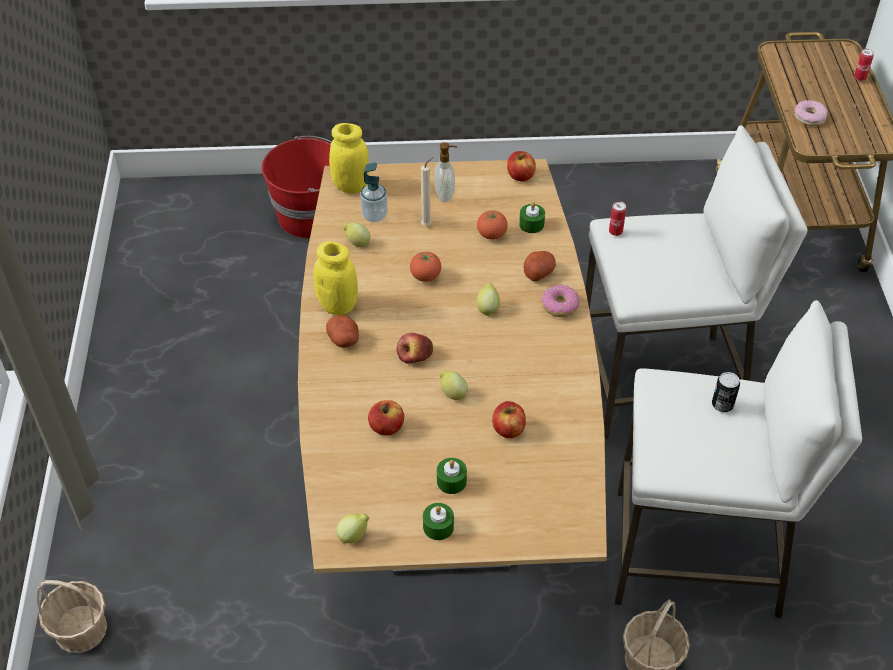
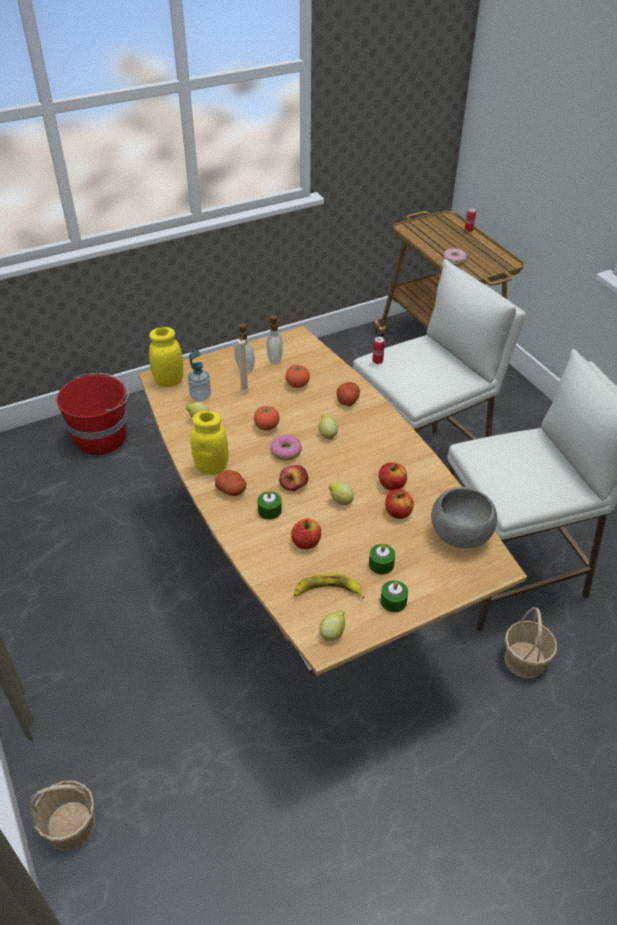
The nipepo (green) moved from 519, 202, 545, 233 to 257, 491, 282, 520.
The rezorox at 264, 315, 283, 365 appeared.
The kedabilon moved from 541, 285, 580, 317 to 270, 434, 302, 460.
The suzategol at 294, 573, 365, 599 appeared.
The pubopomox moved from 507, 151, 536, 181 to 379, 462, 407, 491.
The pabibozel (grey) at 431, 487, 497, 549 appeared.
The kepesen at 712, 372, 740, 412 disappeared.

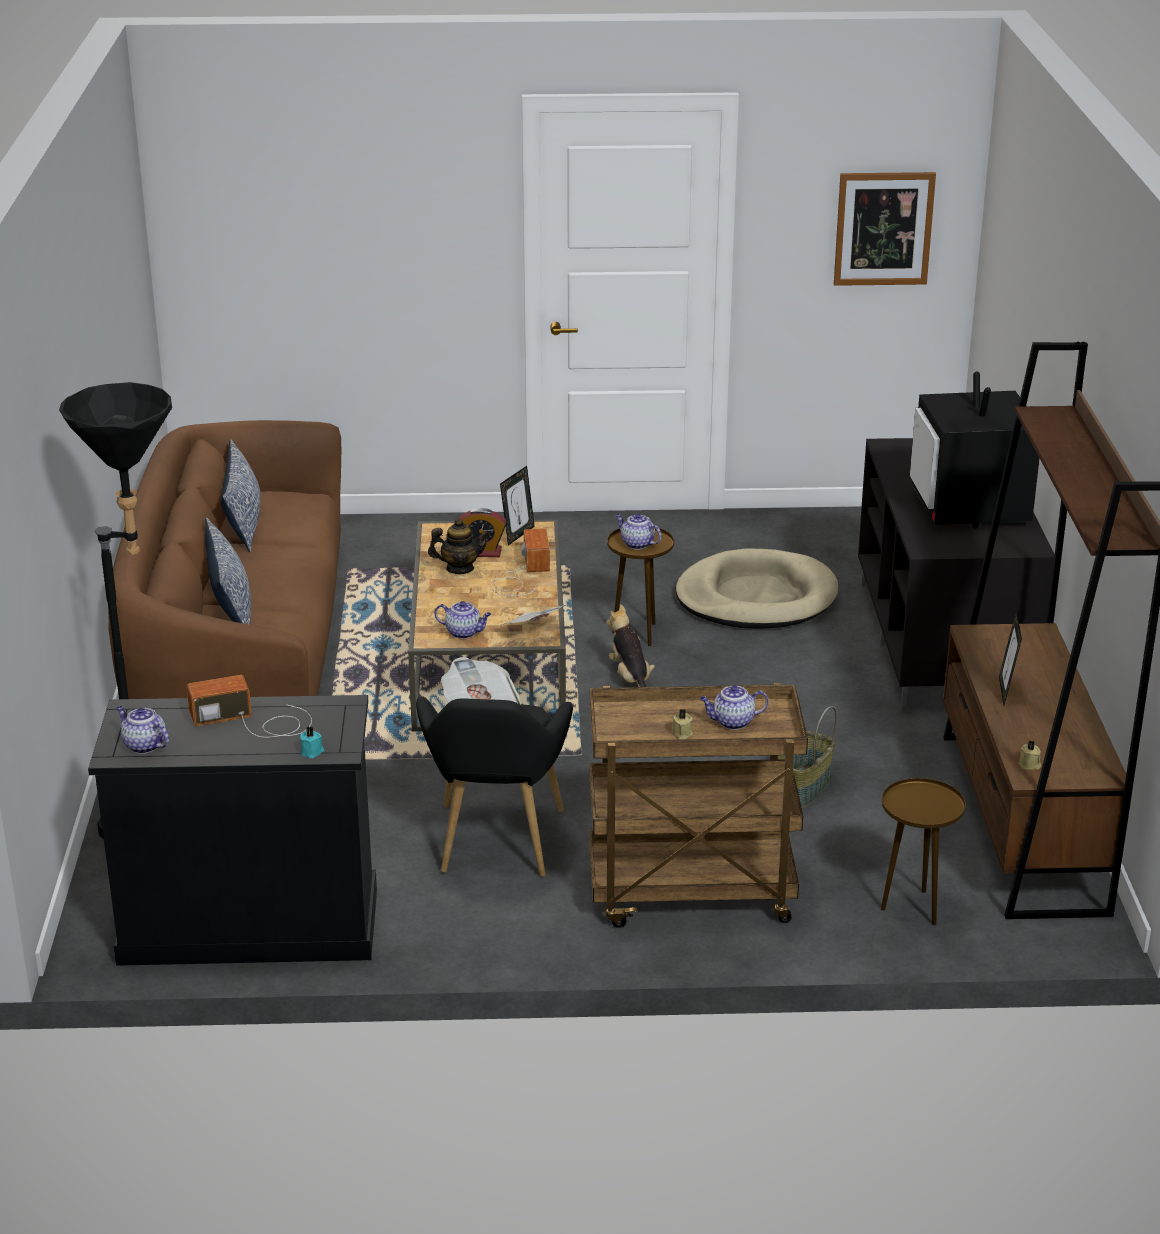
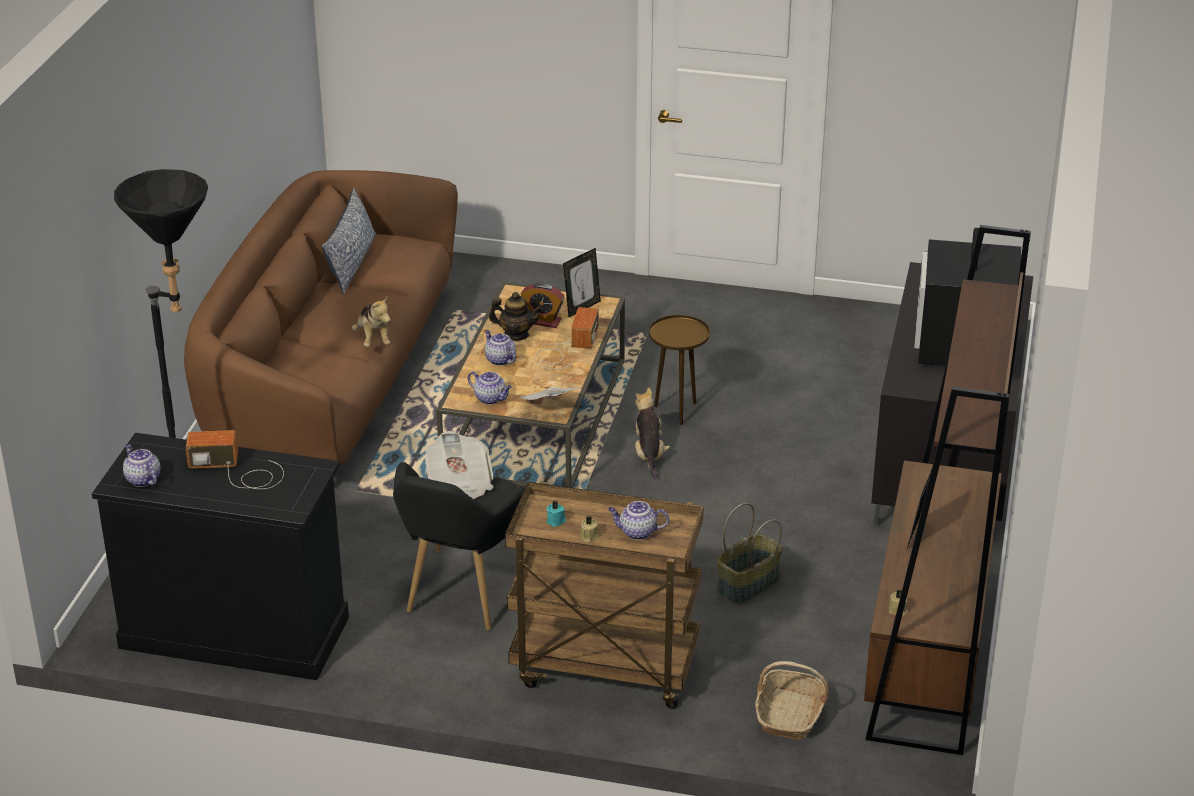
The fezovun at 352, 297, 391, 347 appeared.
The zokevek moved from 615, 514, 662, 550 to 485, 330, 516, 366.
The nipepo (turquoise) moved from 300, 726, 324, 758 to 547, 501, 566, 527.
The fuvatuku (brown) at 881, 778, 966, 925 was replaced by the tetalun at 755, 661, 829, 740.
The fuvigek at 205, 517, 251, 624 disappeared.
The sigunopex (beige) at 676, 549, 838, 629 disappeared.
The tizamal at 834, 172, 936, 286 disappeared.

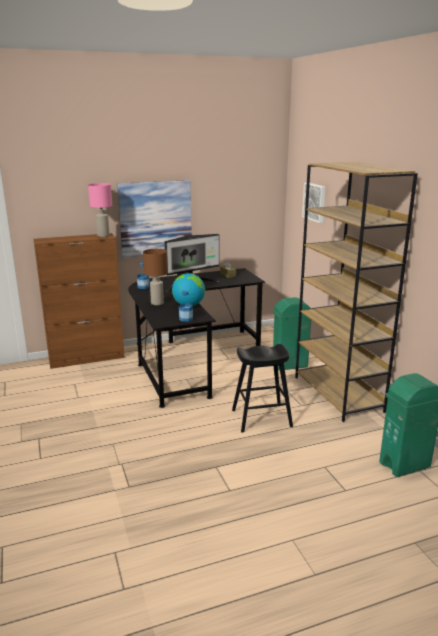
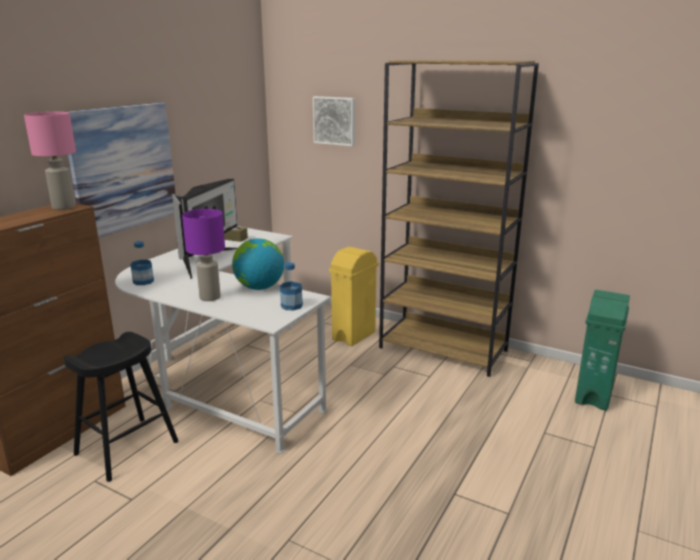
The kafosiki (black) moved from 232, 344, 293, 433 to 63, 332, 178, 482.
The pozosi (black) at 128, 268, 265, 408 became the pozosi (white) at 115, 226, 331, 454.
The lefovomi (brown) at 143, 249, 168, 305 became the lefovomi (purple) at 182, 209, 225, 301.
The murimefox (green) at 273, 297, 311, 371 became the murimefox (yellow) at 329, 247, 379, 346.

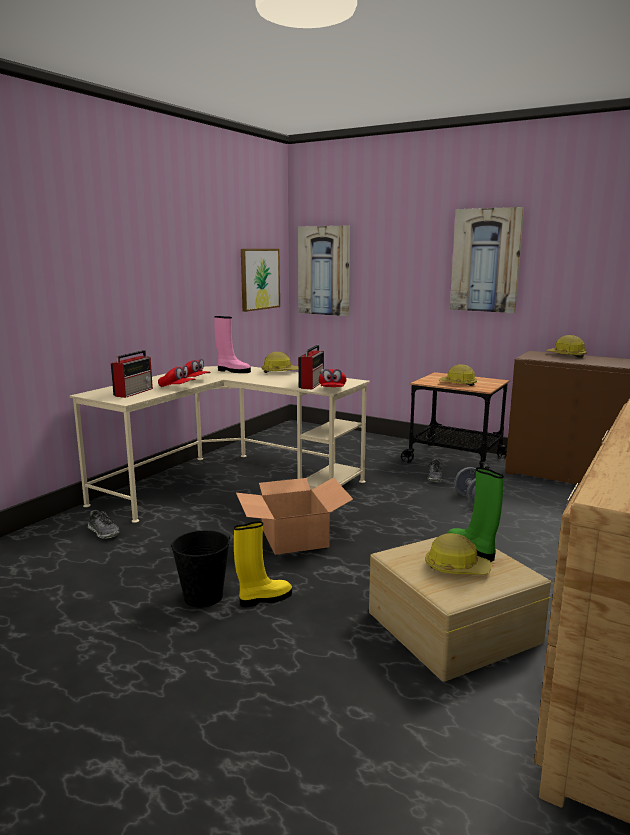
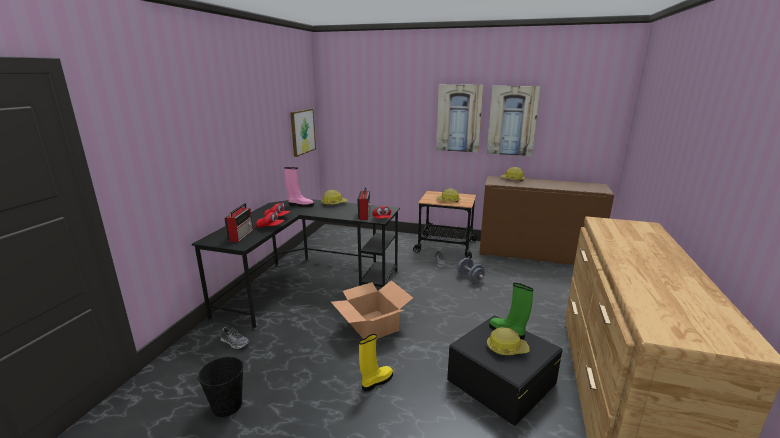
The pozosi (beige) at 69, 366, 370, 523 became the pozosi (black) at 192, 199, 400, 330.
The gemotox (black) moved from 171, 530, 230, 607 to 197, 357, 244, 417.
The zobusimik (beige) at 369, 537, 551, 682 became the zobusimik (black) at 447, 315, 562, 426.
The tizamal moved from 298, 226, 350, 316 to 487, 86, 541, 156.

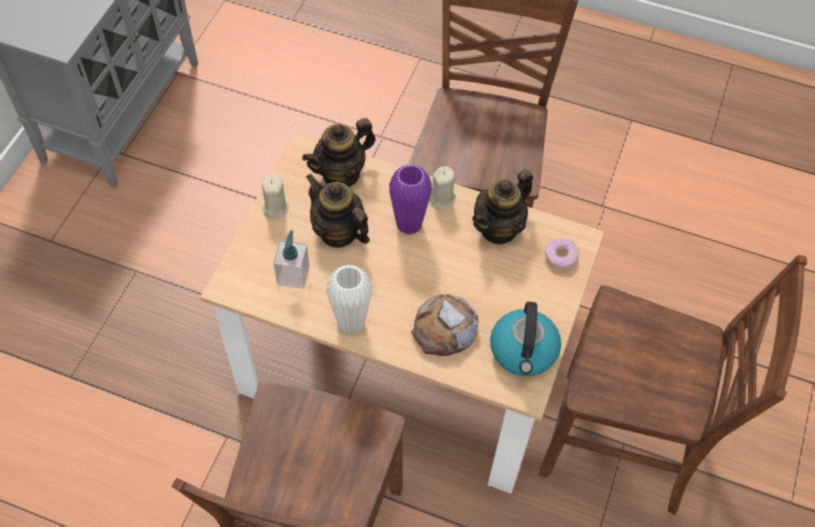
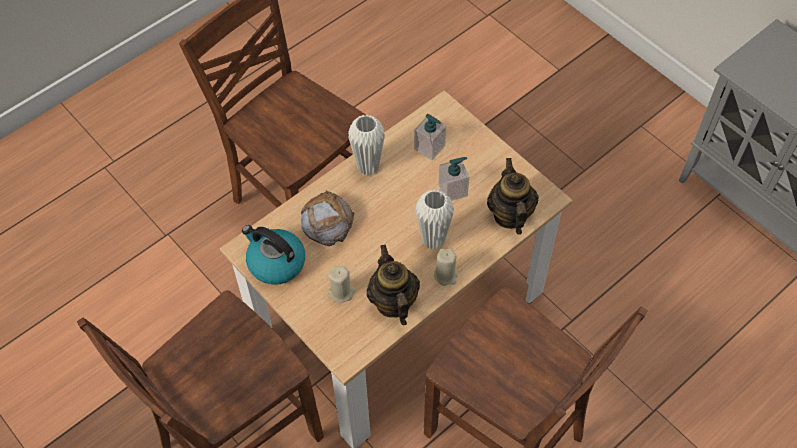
The nipepo (beige) moved from 262, 175, 289, 219 to 328, 266, 355, 303.
The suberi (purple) at 389, 164, 432, 235 became the suberi (white) at 415, 189, 454, 249.
The zokevek at 306, 174, 370, 248 was replaced by the rezorox at 438, 157, 469, 201.
The kedabilon at 545, 238, 579, 269 disappeared.

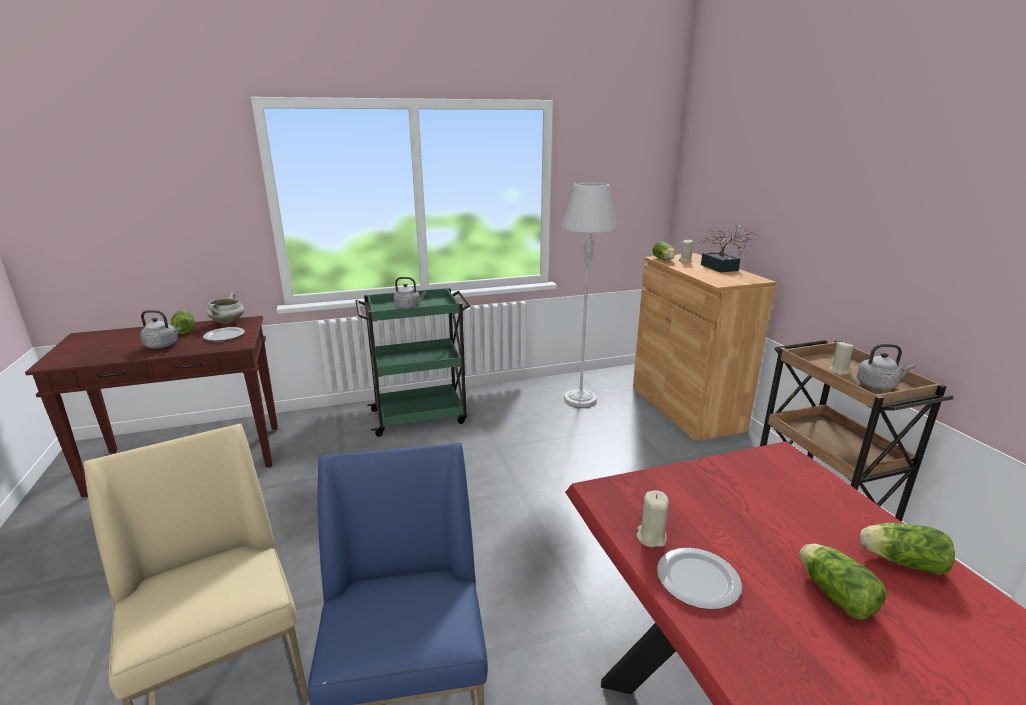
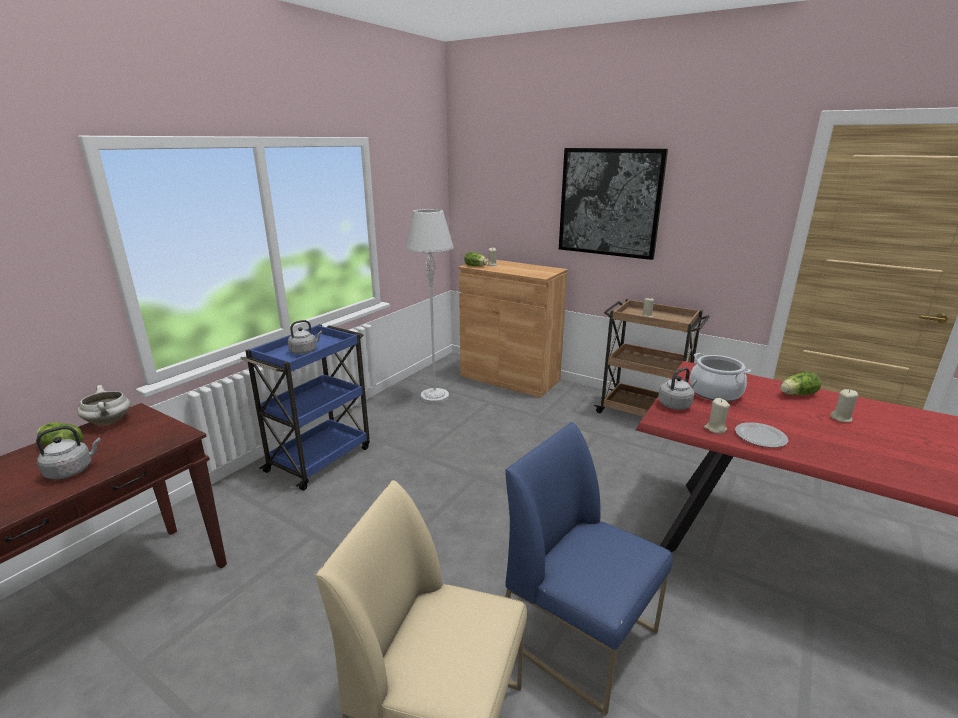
The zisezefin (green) at 356, 288, 470, 437 became the zisezefin (blue) at 240, 324, 370, 491.
The tizamal at 559, 148, 668, 260 appeared.
The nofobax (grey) moved from 857, 344, 915, 390 to 658, 367, 697, 410.
The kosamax at 690, 353, 751, 402 appeared.
The nipepo (beige) at 830, 389, 858, 422 appeared.
The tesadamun at 203, 327, 245, 341 disappeared.
The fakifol at 697, 225, 756, 272 disappeared.
The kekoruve at 800, 544, 887, 620 disappeared.

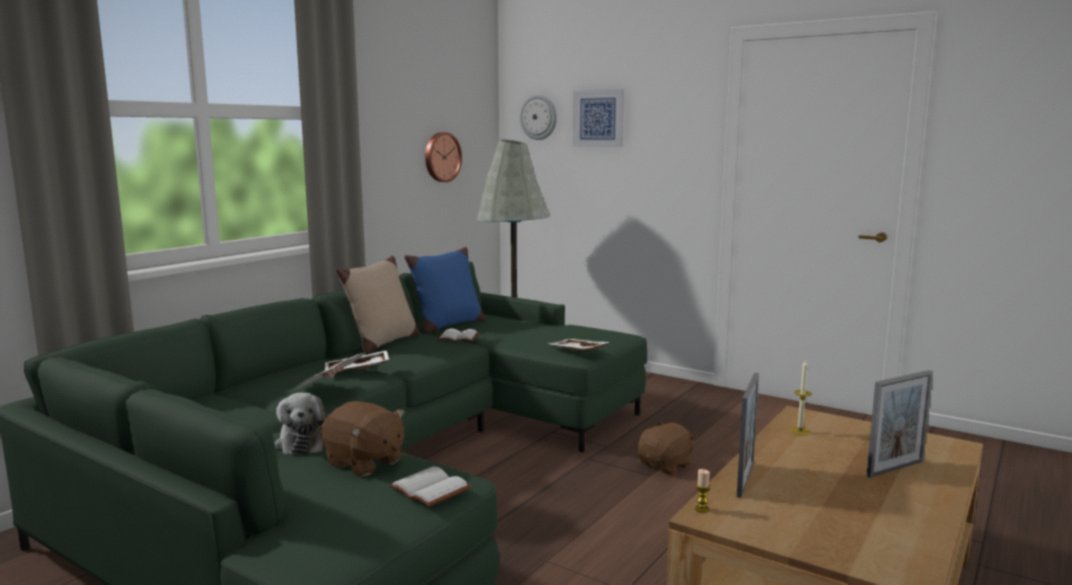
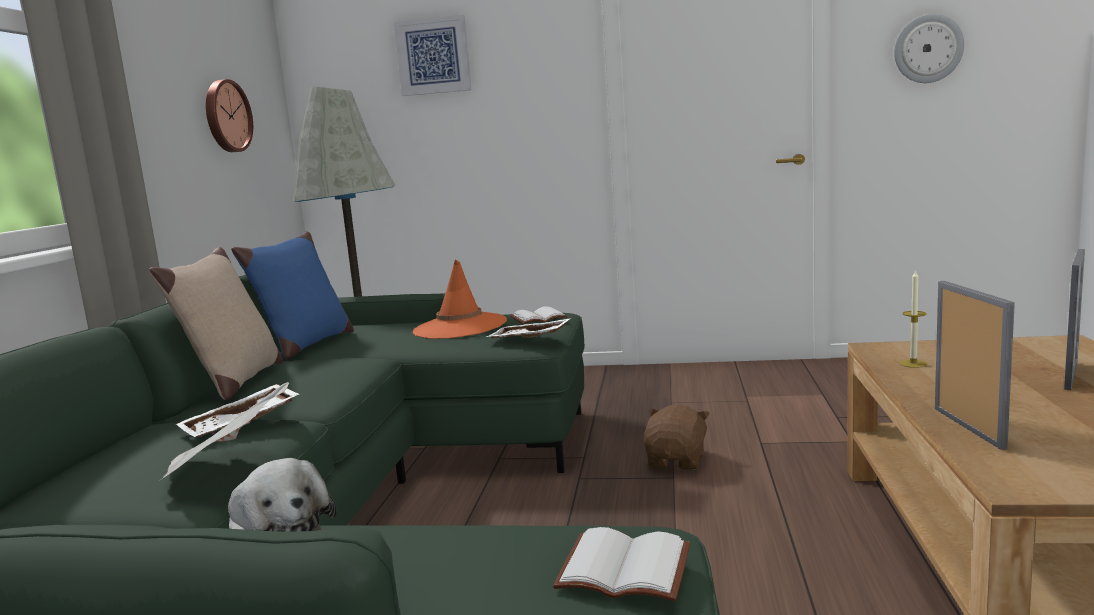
The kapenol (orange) at 413, 259, 507, 339 appeared.
The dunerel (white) moved from 437, 328, 479, 342 to 510, 306, 568, 324.
The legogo moved from 520, 94, 557, 140 to 894, 14, 964, 83.
The fezovun (brown) at 321, 401, 405, 476 disappeared.
The nipepo at 695, 469, 710, 513 disappeared.

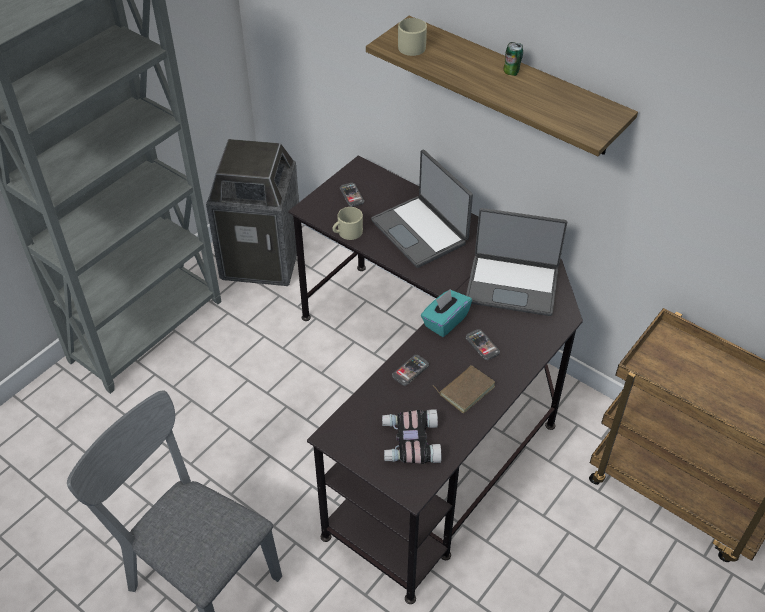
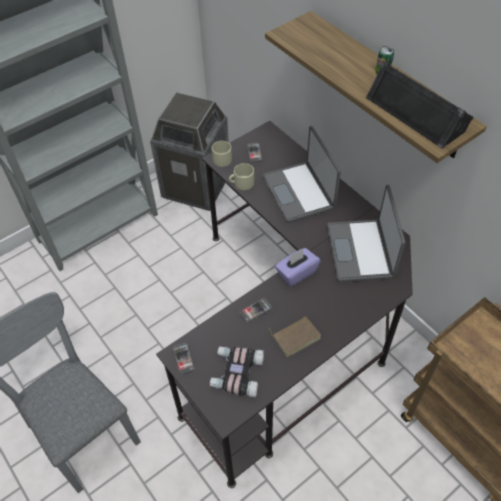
The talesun moved from 466, 329, 500, 360 to 172, 342, 195, 375.
The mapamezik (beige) moved from 398, 18, 427, 56 to 212, 141, 232, 167.
The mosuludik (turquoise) at 421, 289, 472, 337 became the mosuludik (purple) at 275, 248, 320, 287.
The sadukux at 466, 208, 567, 316 turned 60 degrees clockwise.
The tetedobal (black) at 366, 60, 474, 149 appeared.

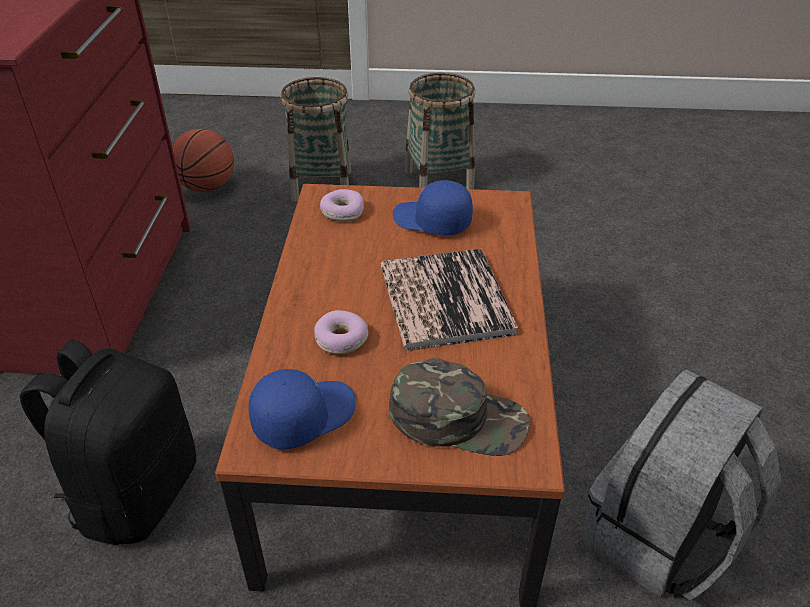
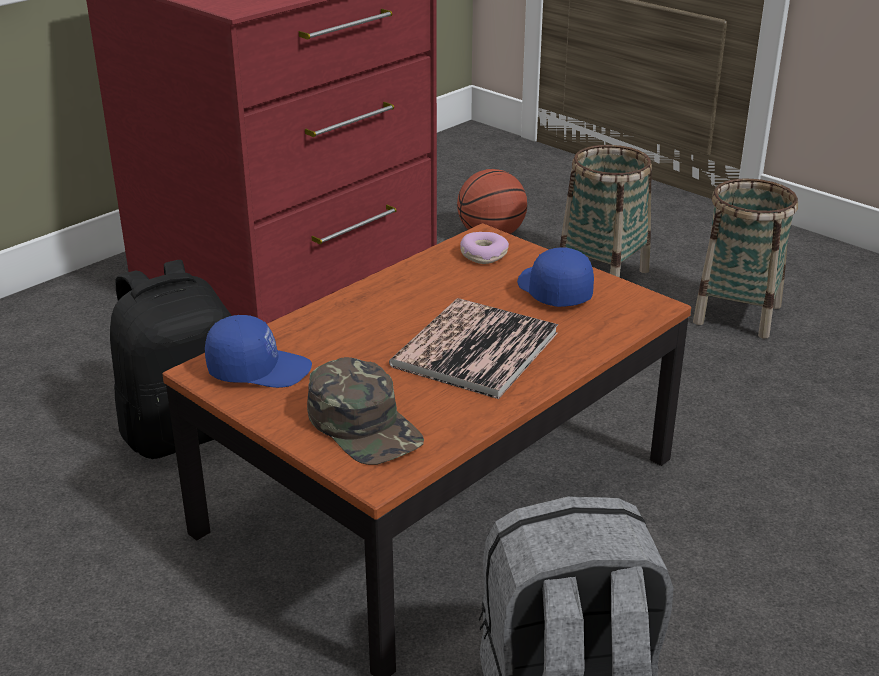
The kedabilon at 314, 310, 368, 354 disappeared.

